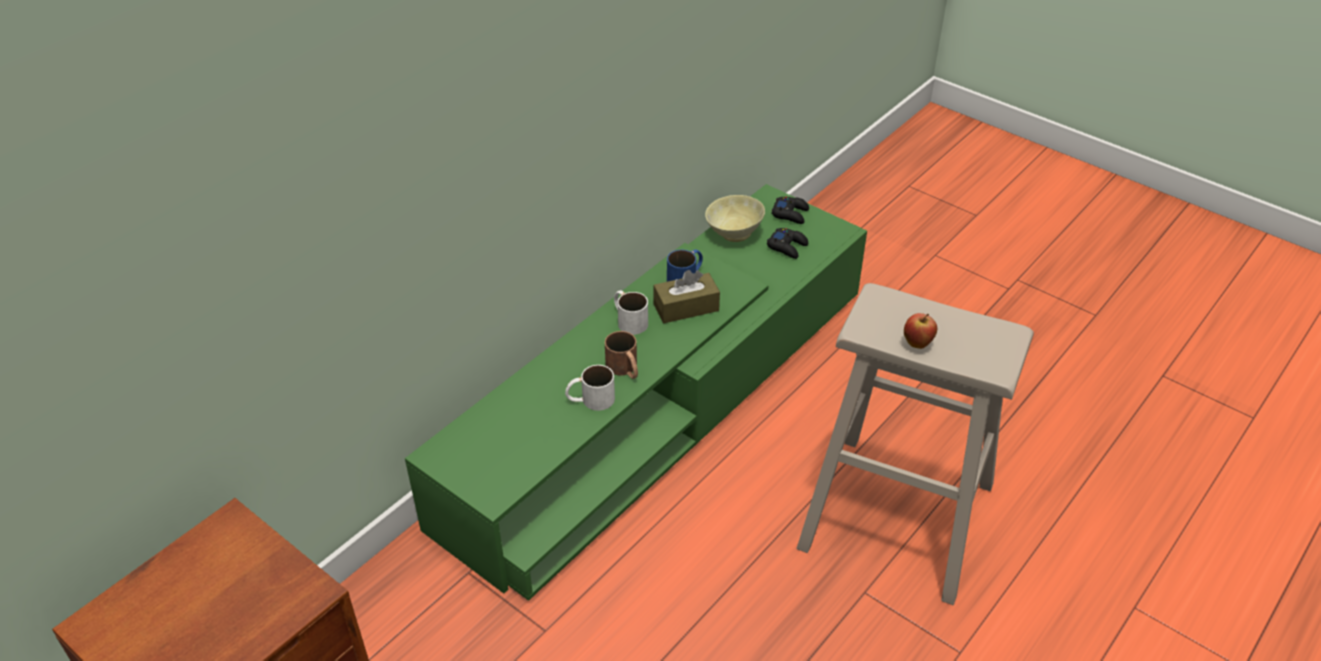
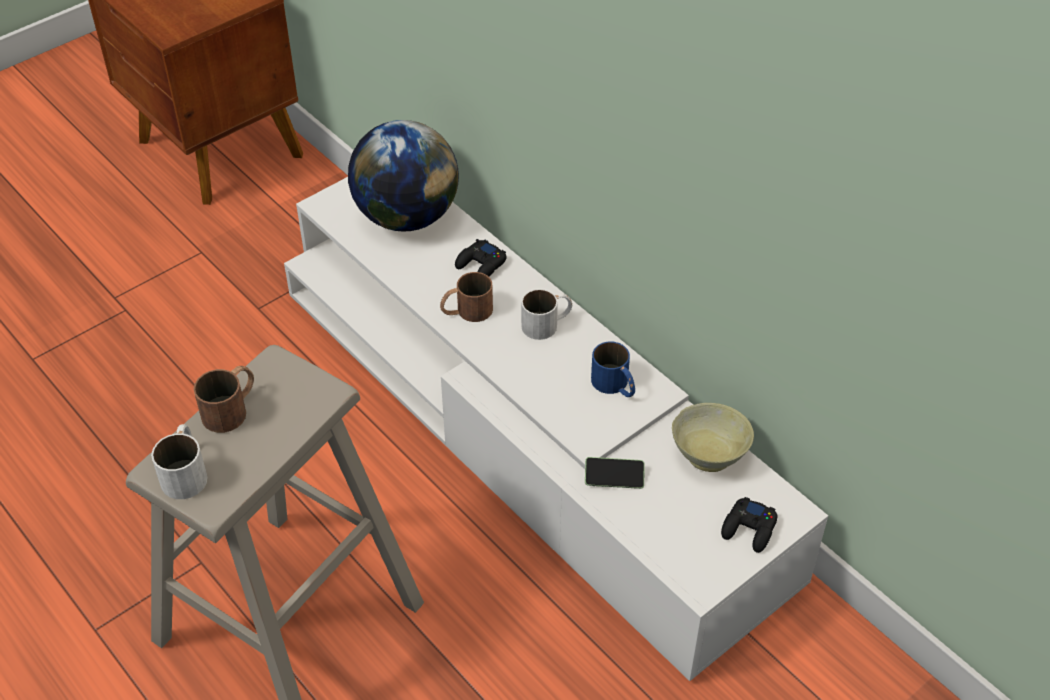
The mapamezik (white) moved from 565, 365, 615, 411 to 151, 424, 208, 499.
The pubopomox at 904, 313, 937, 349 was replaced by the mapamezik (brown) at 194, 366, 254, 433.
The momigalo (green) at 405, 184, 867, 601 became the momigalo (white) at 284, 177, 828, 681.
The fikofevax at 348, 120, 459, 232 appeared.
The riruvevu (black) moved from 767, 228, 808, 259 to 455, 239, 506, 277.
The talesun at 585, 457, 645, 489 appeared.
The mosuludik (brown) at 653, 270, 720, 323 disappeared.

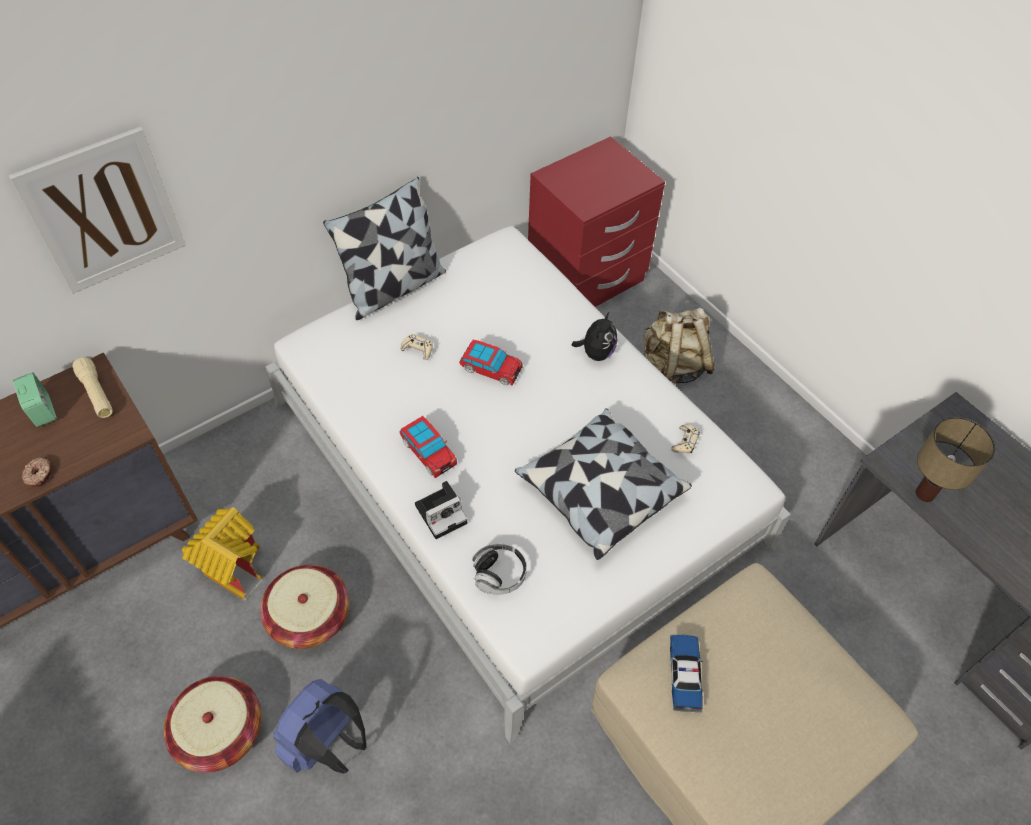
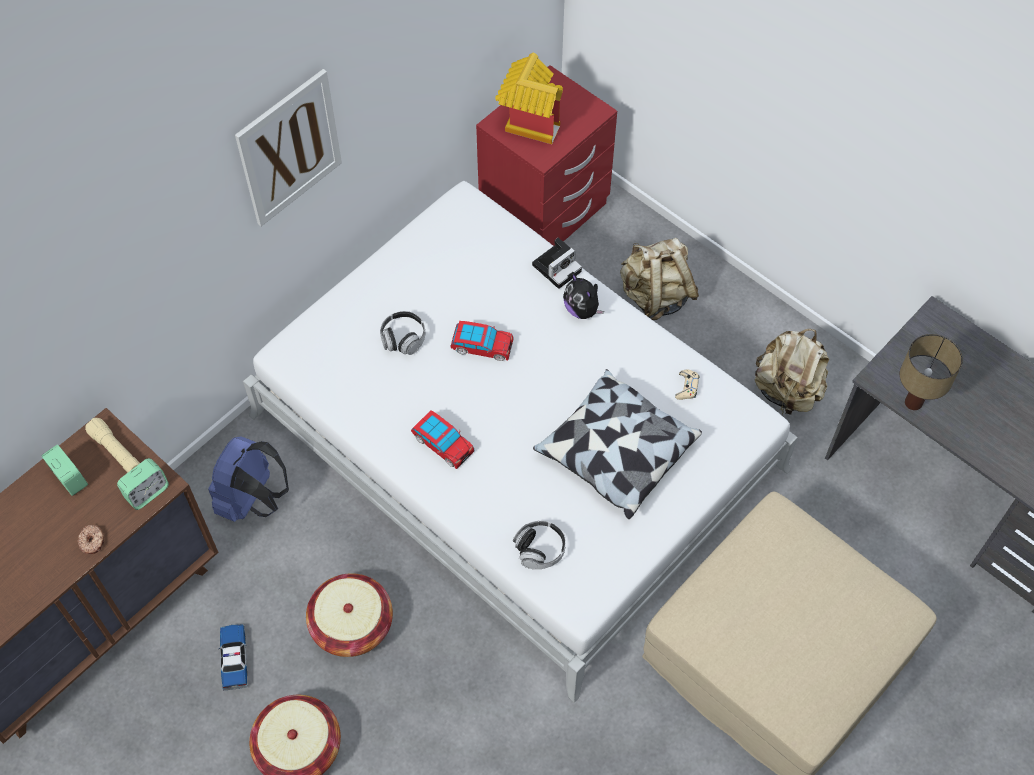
The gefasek at 117, 458, 169, 510 appeared.
The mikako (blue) moved from 273, 679, 367, 774 to 208, 436, 289, 522.
The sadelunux moved from 670, 635, 703, 712 to 218, 624, 247, 690.
The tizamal moved from 9, 126, 186, 294 to 235, 69, 342, 226.
The riruvevu (beige) at 401, 334, 433, 360 was replaced by the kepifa at 380, 311, 425, 355.
The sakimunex moved from 182, 507, 263, 601 to 495, 53, 563, 144.
The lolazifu moved from 415, 481, 467, 539 to 532, 238, 582, 289.
The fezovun at 572, 311, 617, 361 turned 135 degrees clockwise.
The mikako (beige) at 755, 329, 829, 415 appeared.
The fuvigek at 323, 177, 446, 320 disappeared.

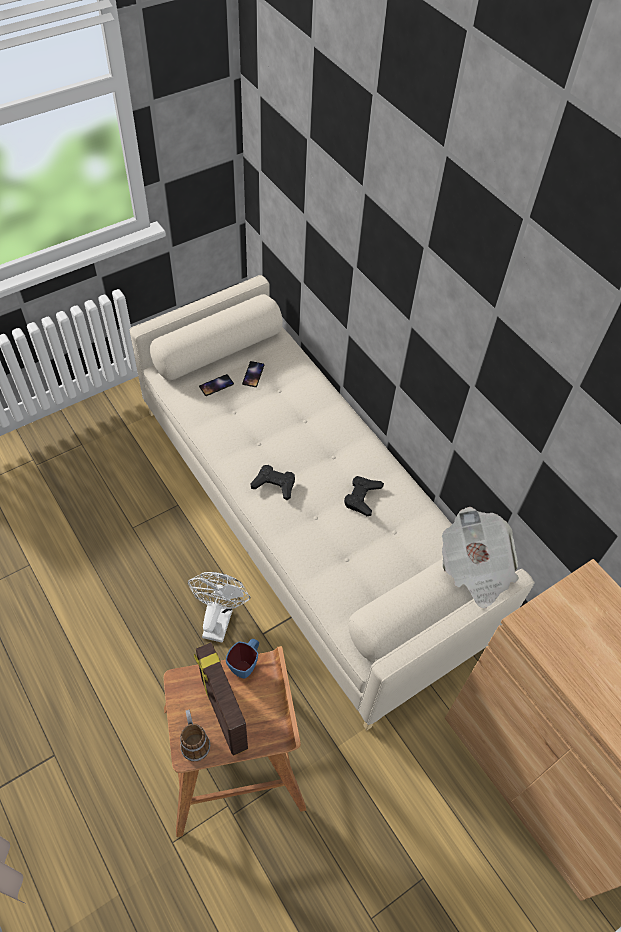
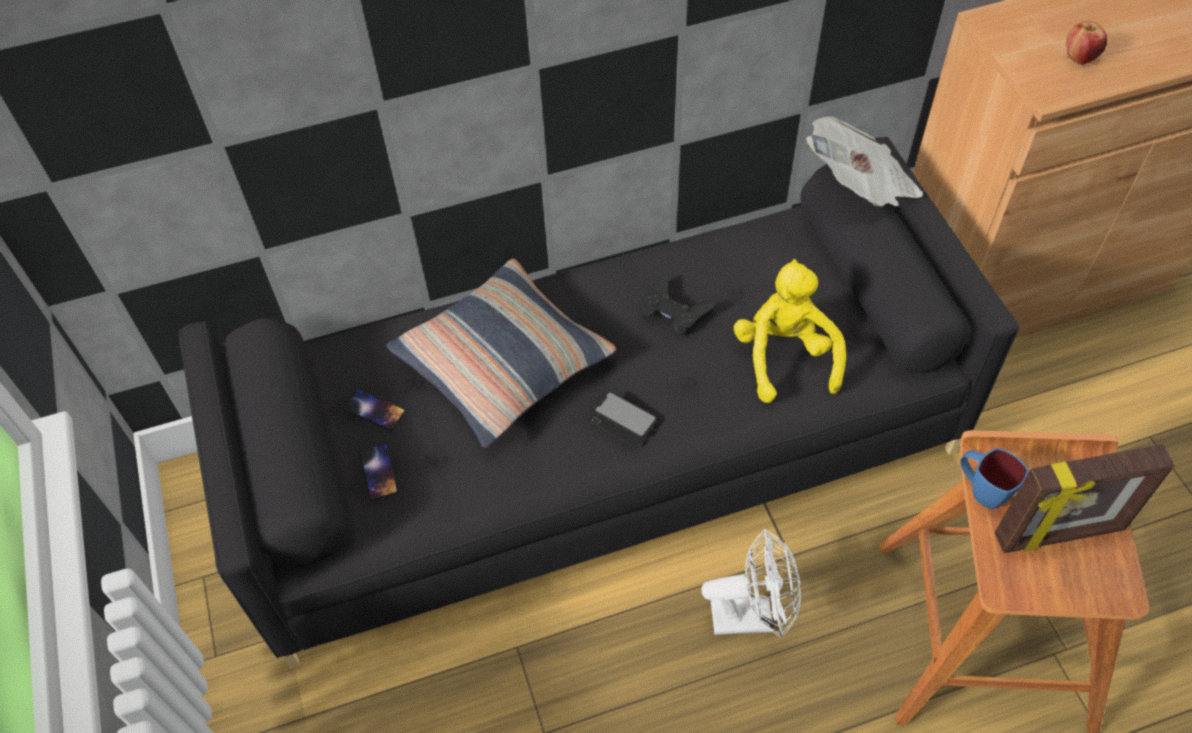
The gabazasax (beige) at 129, 275, 535, 730 became the gabazasax (black) at 179, 137, 1019, 669.
The fuvigek at 386, 259, 617, 448 appeared.
The riruvevu (black) at 251, 465, 295, 500 was replaced by the talesun at 588, 391, 657, 447.
The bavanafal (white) at 188, 572, 250, 643 turned 150 degrees clockwise.
The fezovun (yellow) at 734, 259, 846, 403 appeared.
The pubopomox at 1066, 21, 1108, 64 appeared.
The mapamezik at 180, 709, 210, 762 disappeared.

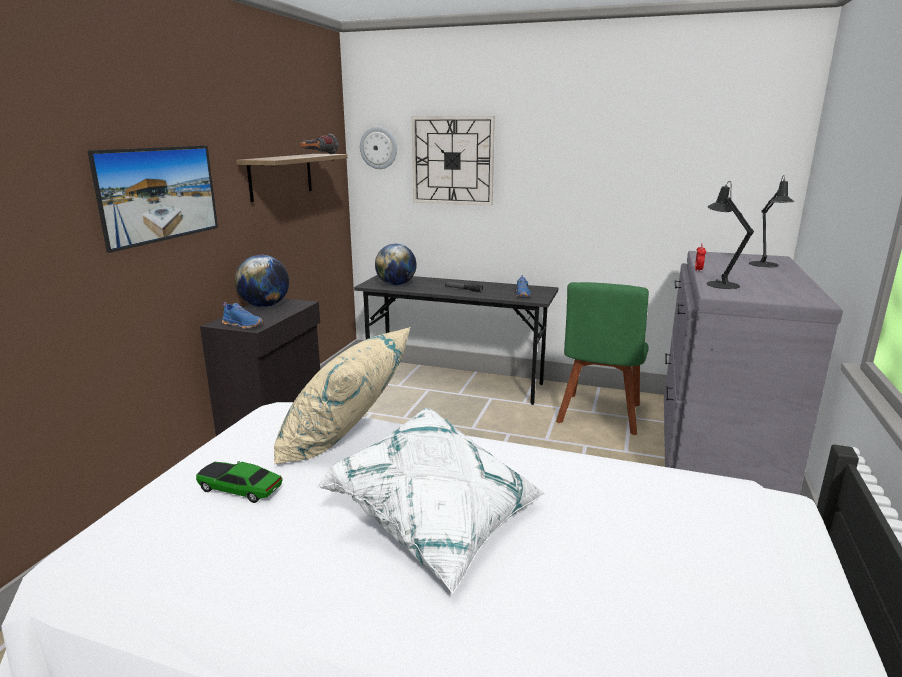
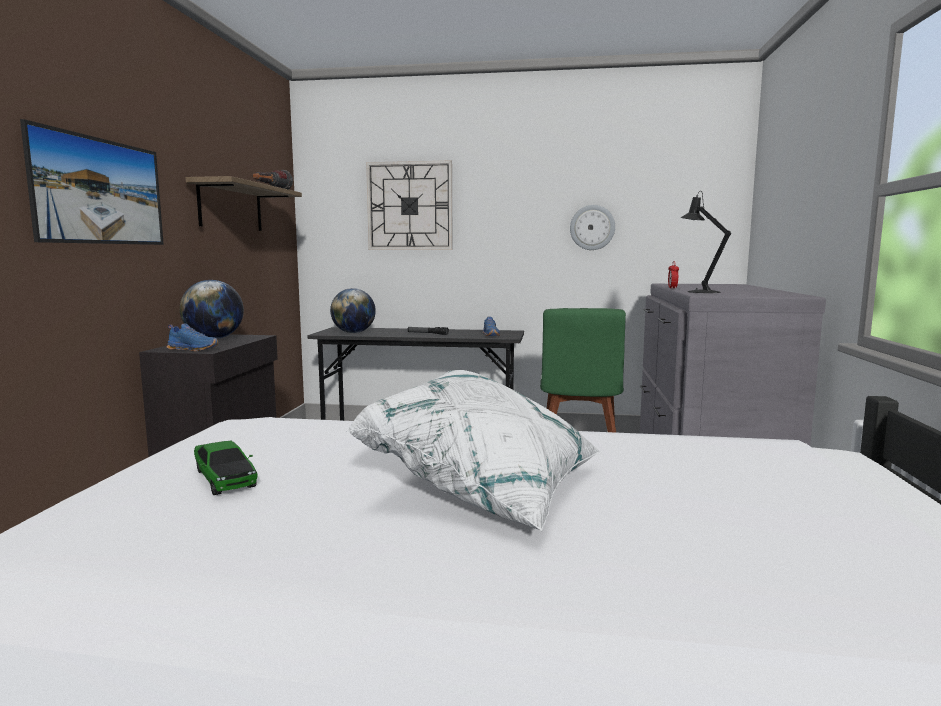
The sadelunux at 196, 461, 283, 503 turned 135 degrees counterclockwise.
The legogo moved from 360, 127, 397, 169 to 570, 205, 615, 250.
The fuvigek (beige) at 274, 327, 410, 464 disappeared.
The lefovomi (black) at 749, 175, 794, 267 disappeared.

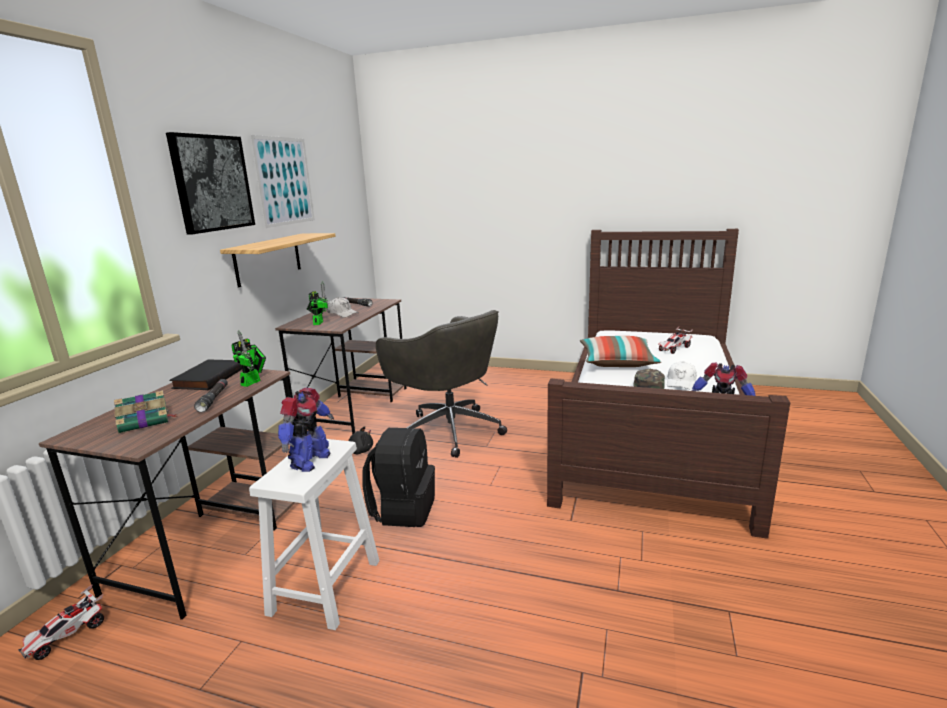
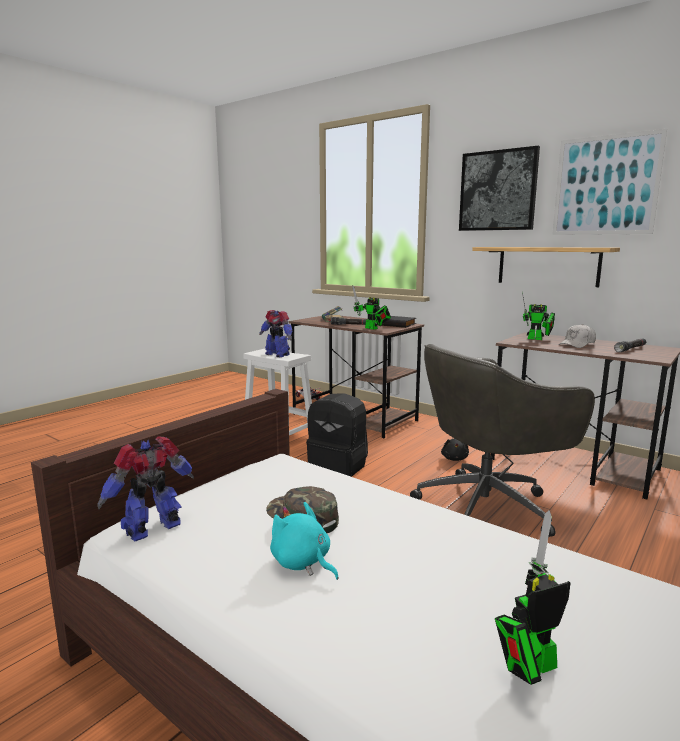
The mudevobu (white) at 667, 361, 697, 389 was replaced by the fezovun (turquoise) at 270, 502, 339, 580.
The sadelunux at 658, 327, 693, 354 was replaced by the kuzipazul at 495, 510, 570, 685.
The fuvigek at 580, 336, 662, 367 disappeared.

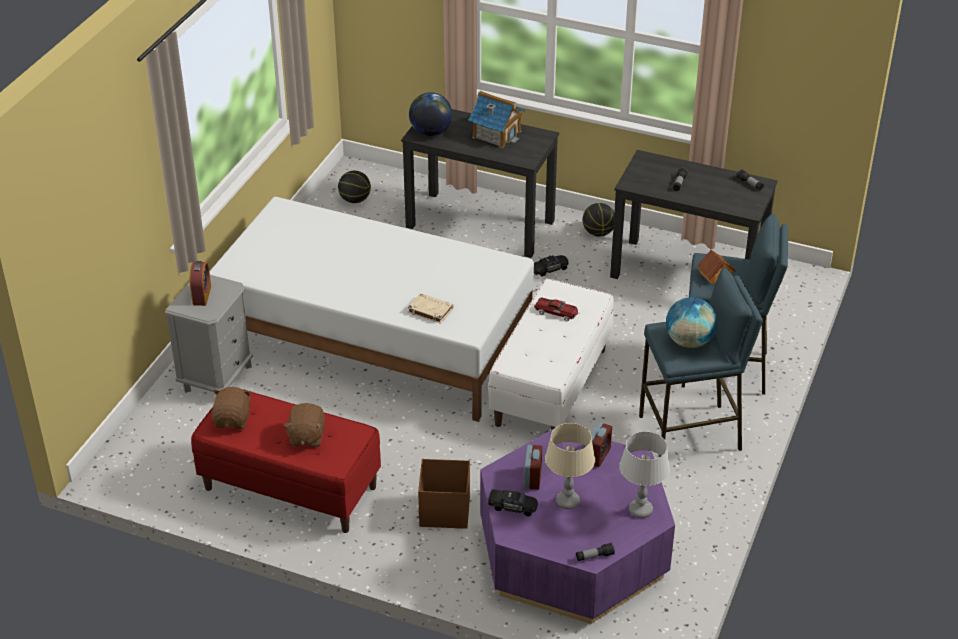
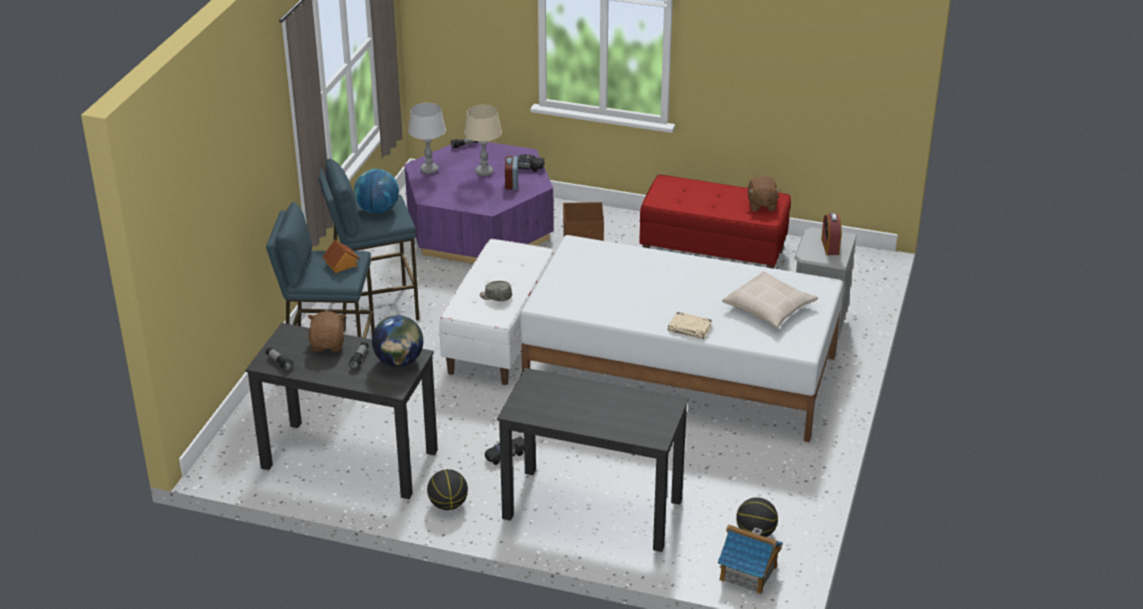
The fezovun (brown) moved from 284, 403, 325, 447 to 308, 311, 346, 352.
The fikofevax moved from 409, 92, 452, 136 to 372, 315, 423, 367.
The sadelunux at 534, 297, 578, 322 was replaced by the mudevobu (grey) at 480, 281, 512, 301.
The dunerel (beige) moved from 407, 293, 454, 324 to 668, 312, 713, 339.
The sakimunex moved from 468, 91, 525, 148 to 718, 524, 783, 594.
The fuvigek (beige) at 722, 272, 818, 329 appeared.
The gefasek at 591, 422, 612, 467 disappeared.

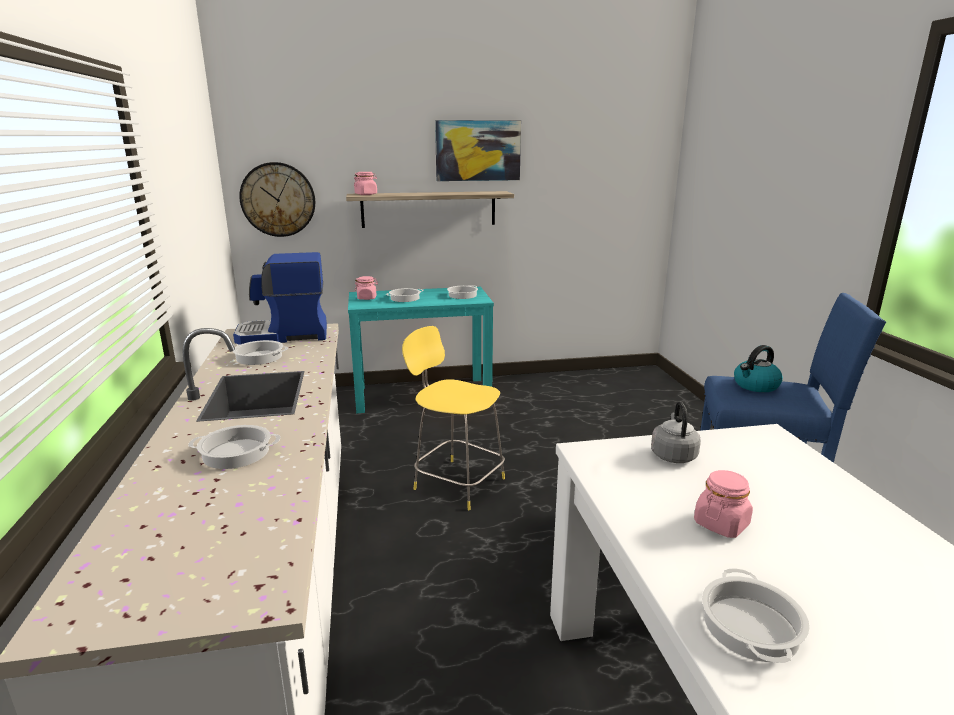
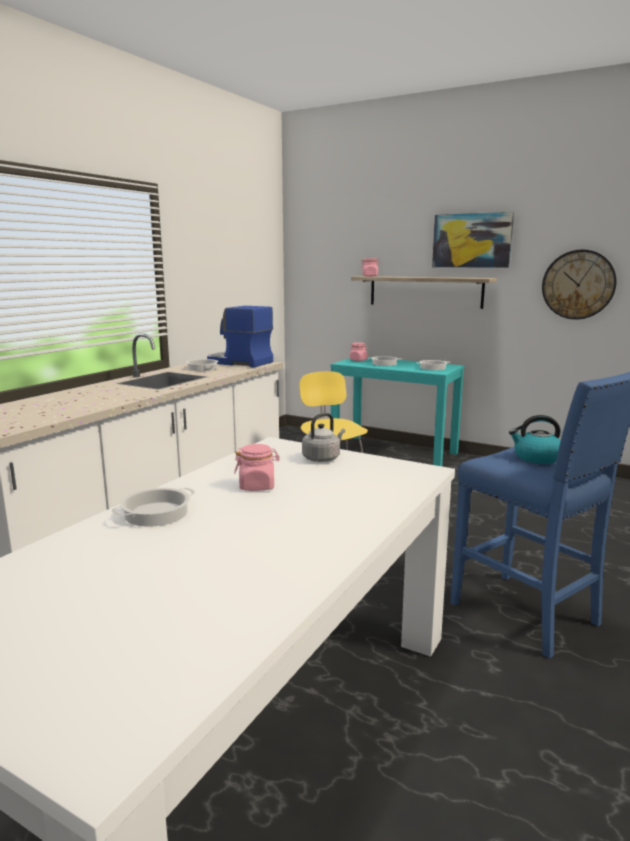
The legogo moved from 239, 162, 315, 237 to 542, 249, 617, 319.
The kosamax at 188, 425, 281, 469 disappeared.

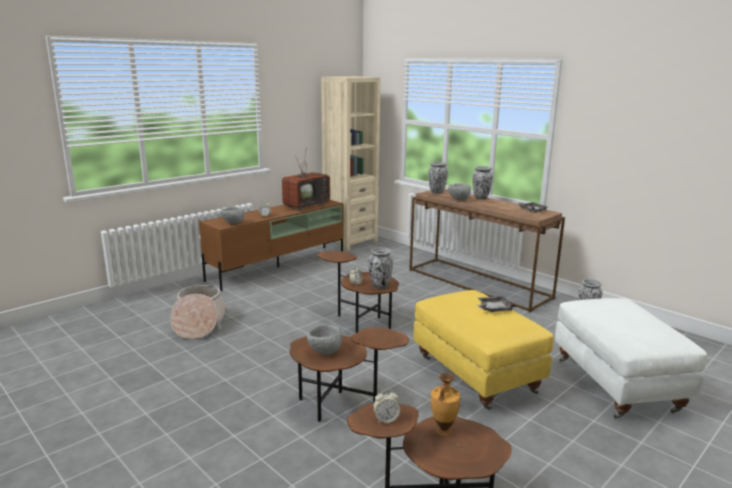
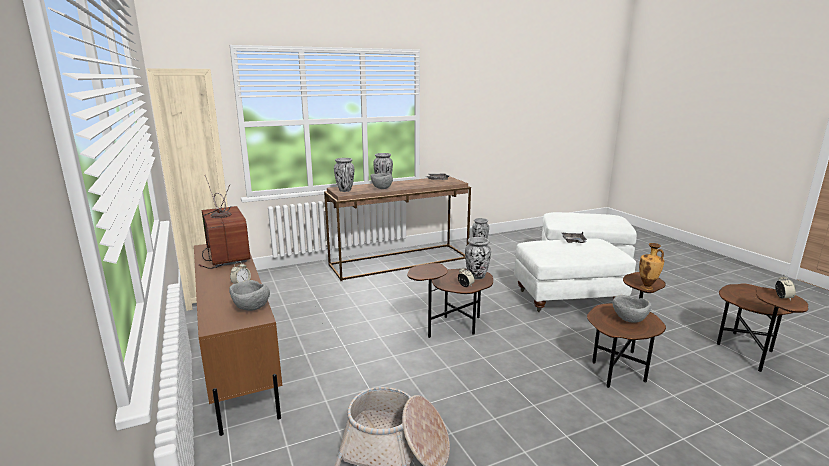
The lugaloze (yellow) at 414, 290, 554, 410 became the lugaloze (white) at 514, 238, 636, 312.
The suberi moved from 431, 373, 461, 436 to 639, 243, 664, 290.

